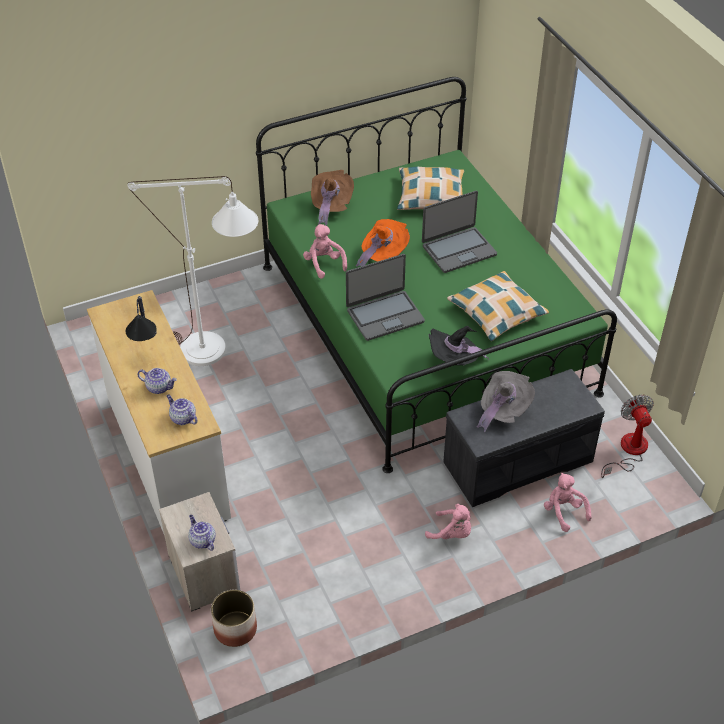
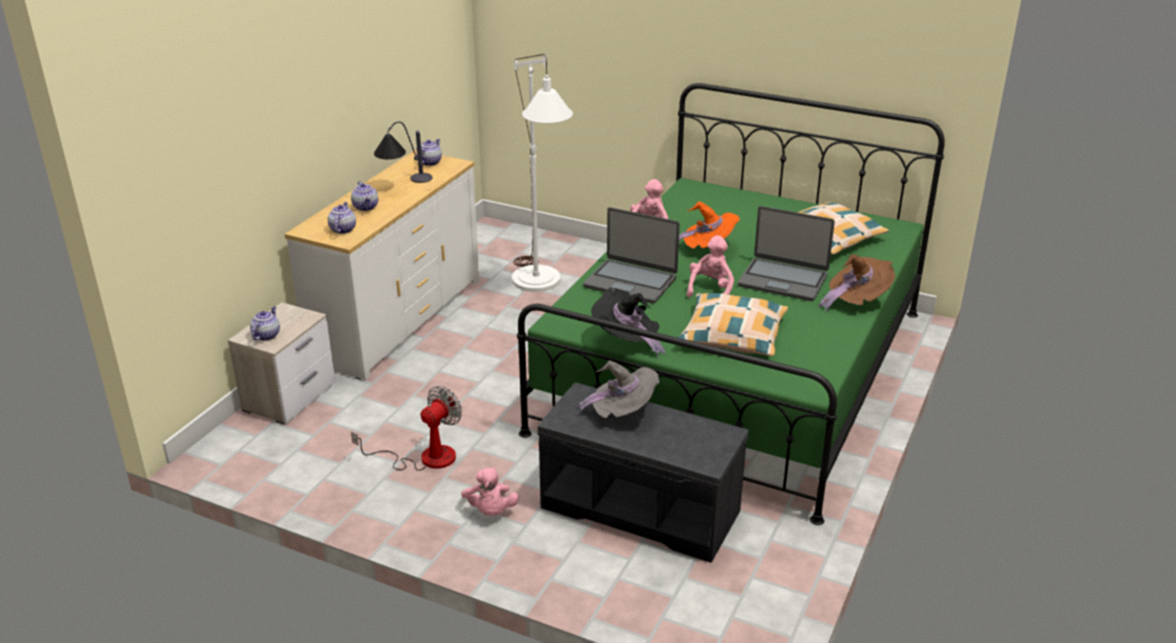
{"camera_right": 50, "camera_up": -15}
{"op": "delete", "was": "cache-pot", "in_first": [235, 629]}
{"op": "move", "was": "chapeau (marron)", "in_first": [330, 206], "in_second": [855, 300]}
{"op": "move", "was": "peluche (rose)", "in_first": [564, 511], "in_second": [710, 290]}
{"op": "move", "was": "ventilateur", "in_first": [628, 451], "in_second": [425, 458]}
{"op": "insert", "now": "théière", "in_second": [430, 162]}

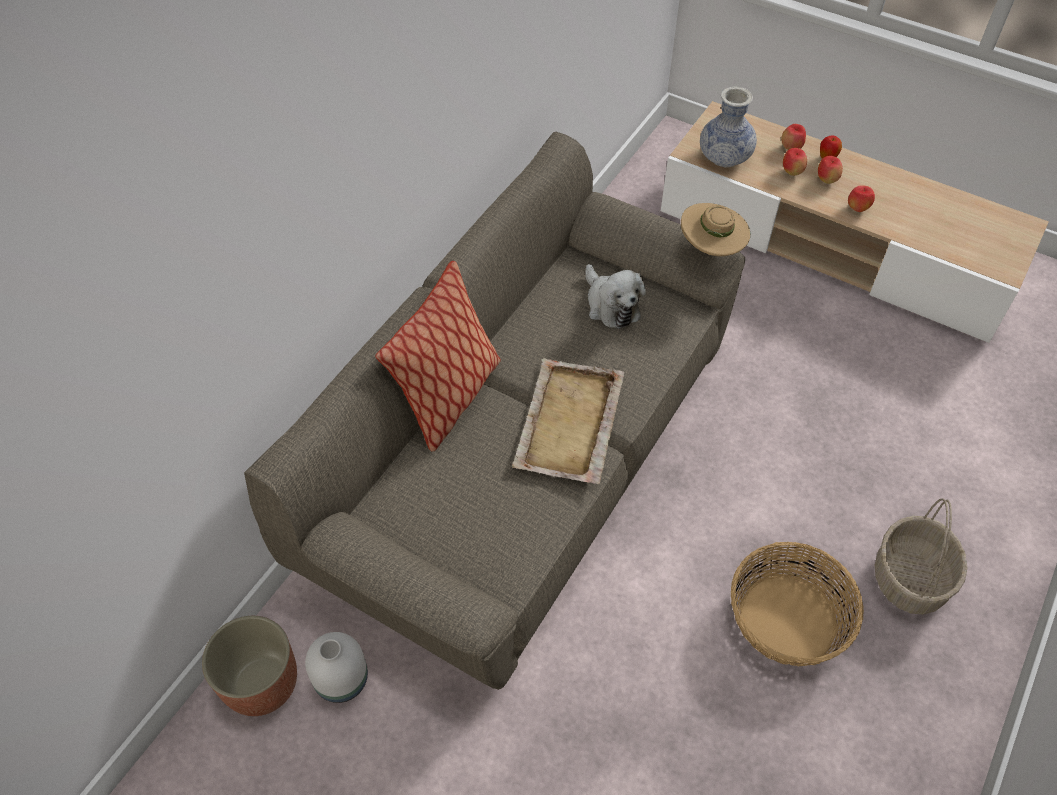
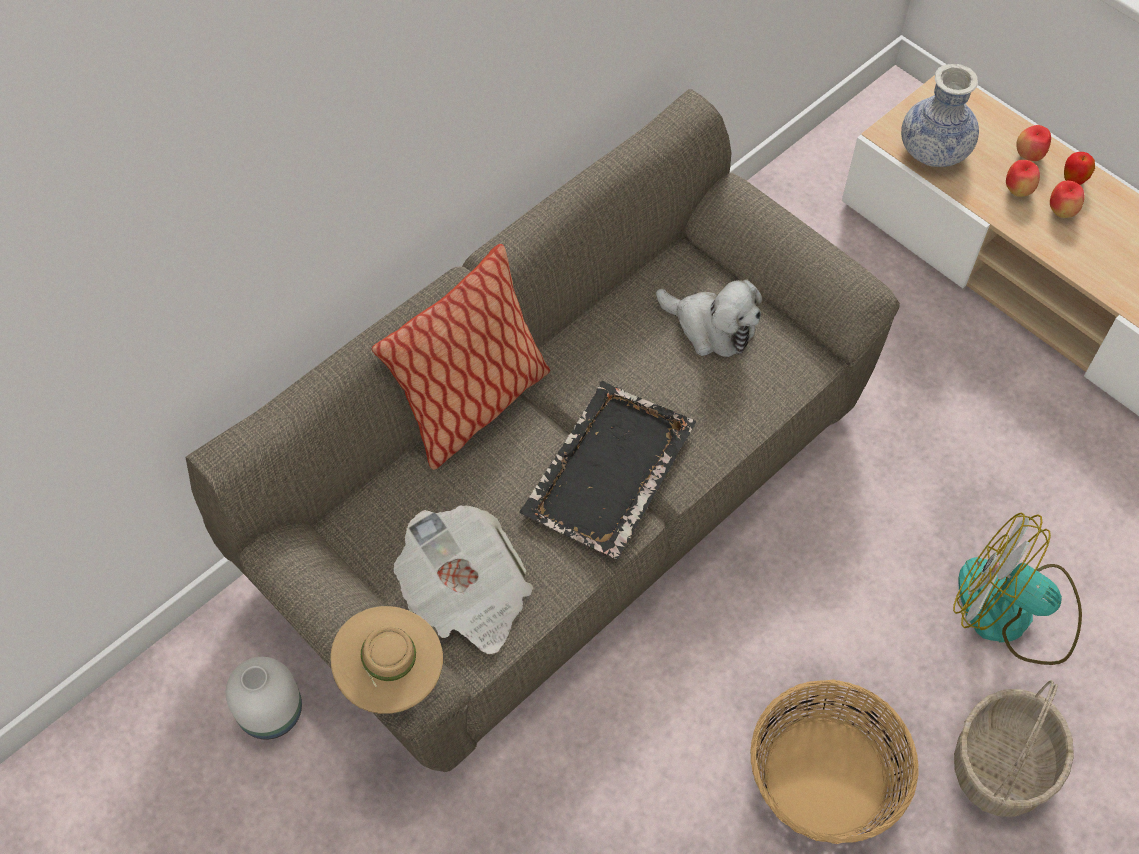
{"camera_right": 15, "camera_up": 5}
{"op": "delete", "was": "cache-pot", "in_first": [261, 683]}
{"op": "recolor", "was": "plateau (beige)", "now": "plateau (noir)", "in_first": [569, 423], "in_second": [607, 472]}
{"op": "rotate", "was": "peluche", "in_first": [611, 305], "in_second": [711, 328], "clockwise": -45}
{"op": "move", "was": "chapeau (beige)", "in_first": [711, 248], "in_second": [392, 675]}
{"op": "delete", "was": "pomme", "in_first": [857, 208]}
{"op": "insert", "now": "journal", "in_second": [467, 595]}
{"op": "insert", "now": "ventilateur", "in_second": [1012, 613]}

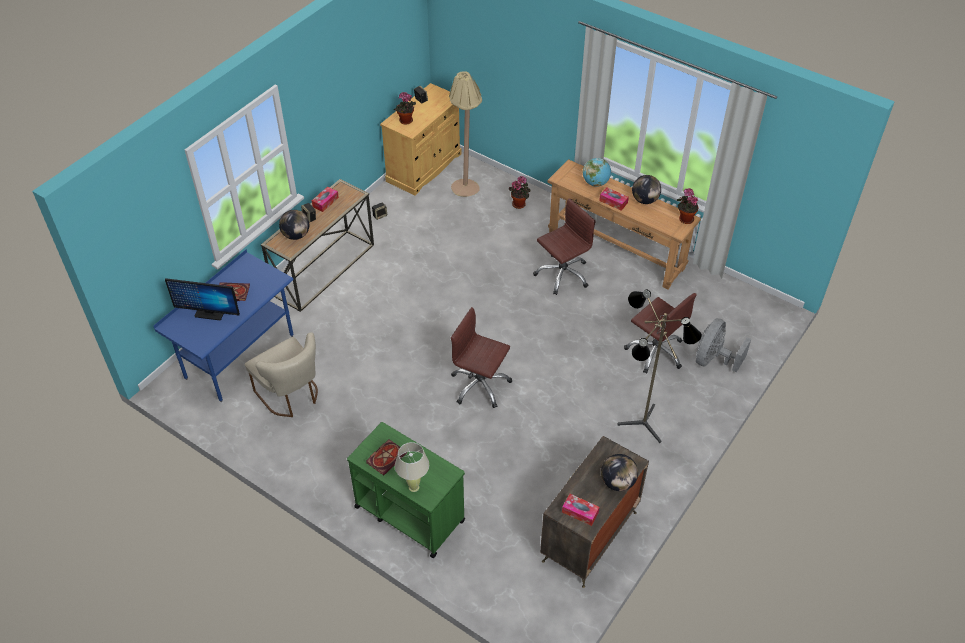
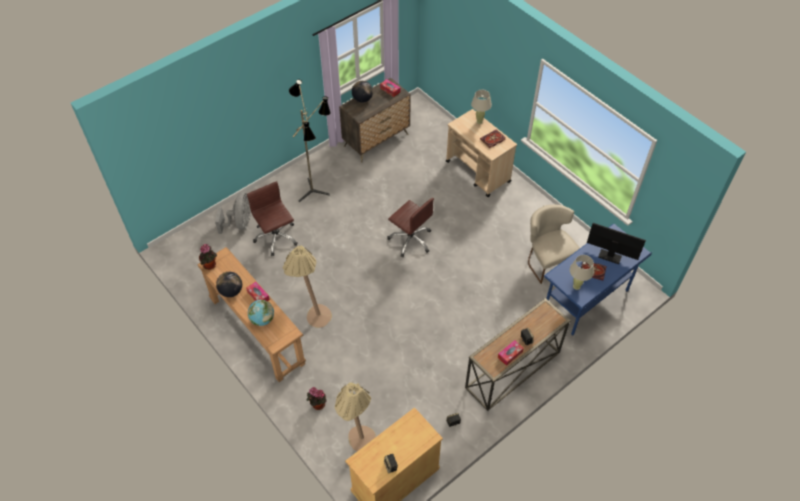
{"camera_right": -165, "camera_up": 5}
{"op": "delete", "was": "globe", "in_first": [296, 235]}
{"op": "recolor", "was": "chariot (vert)", "now": "chariot (beige)", "in_first": [409, 513], "in_second": [478, 172]}
{"op": "delete", "was": "plante en pot", "in_first": [405, 121]}
{"op": "replace", "was": "chaise de bureau (marron)", "now": "lampadaire (beige)", "in_first": [562, 274], "in_second": [313, 318]}
{"op": "rotate", "was": "ventilateur (gris)", "in_first": [713, 360], "in_second": [240, 223], "clockwise": -45}
{"op": "insert", "now": "lampe de table (beige)", "in_second": [576, 286]}

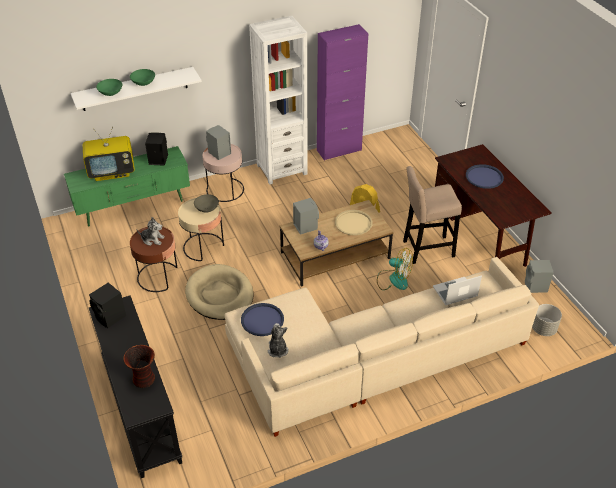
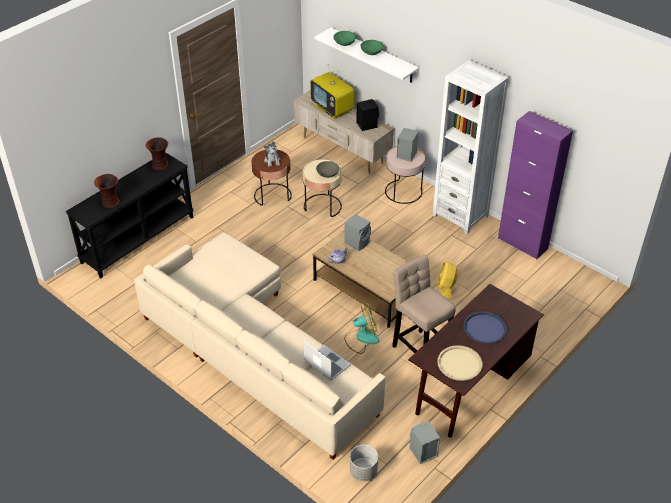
{"camera_right": 65, "camera_up": 0}
{"op": "recolor", "was": "meuble télé (vert)", "now": "meuble télé (beige)", "in_first": [133, 207], "in_second": [342, 151]}
{"op": "replace", "was": "enceinte (noir)", "now": "vase", "in_first": [111, 317], "in_second": [160, 165]}
{"op": "delete", "was": "panier pour chien (beige)", "in_first": [220, 295]}
{"op": "delete", "was": "plateau (bleu)", "in_first": [262, 320]}
{"op": "delete", "was": "peluche", "in_first": [277, 350]}
{"op": "move", "was": "plateau (beige)", "in_first": [353, 223], "in_second": [459, 363]}
{"op": "rotate", "was": "ventilateur", "in_first": [393, 279], "in_second": [361, 338], "clockwise": -105}

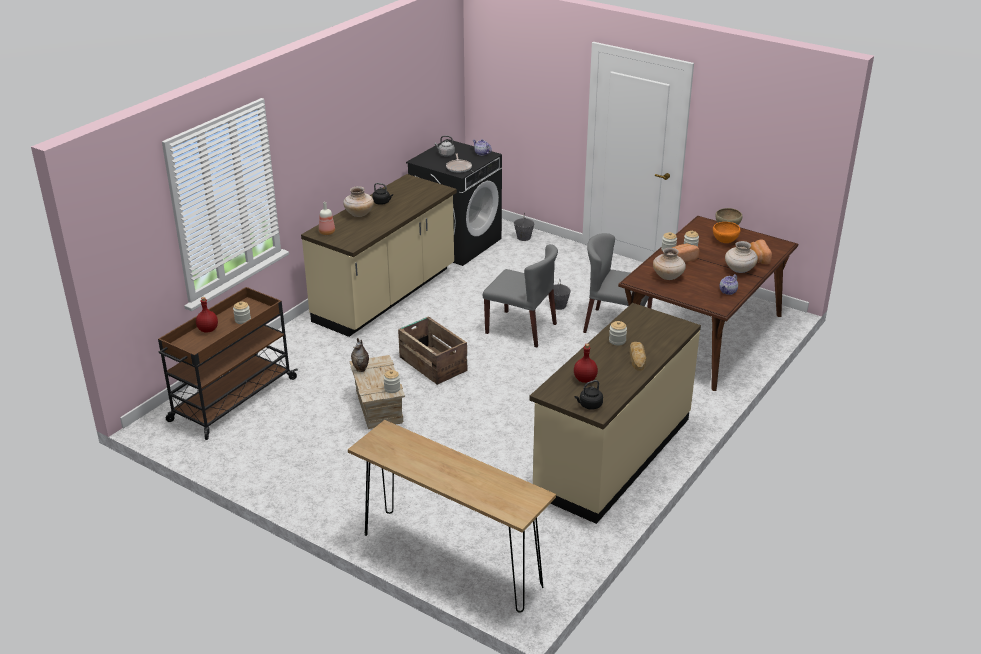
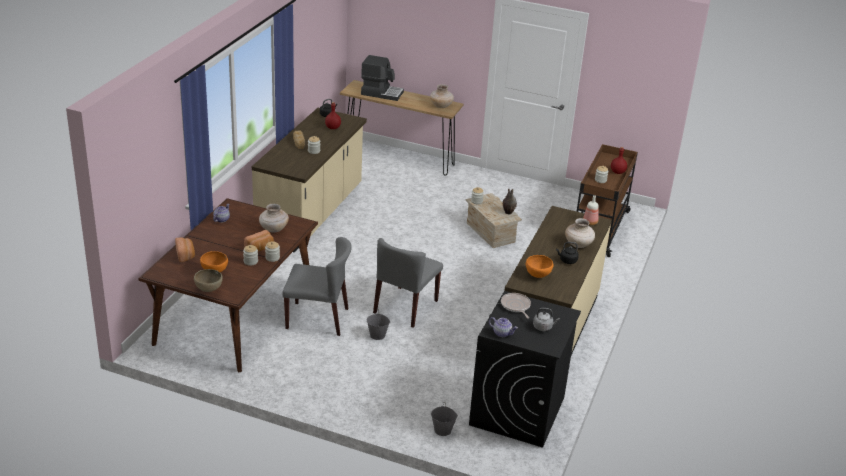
{"camera_right": 165, "camera_up": 0}
{"op": "delete", "was": "caisse", "in_first": [432, 363]}
{"op": "rotate", "was": "chaise (gris)", "in_first": [521, 328], "in_second": [405, 307], "clockwise": -75}
{"op": "move", "was": "vase (beige)", "in_first": [739, 270], "in_second": [441, 106]}
{"op": "insert", "now": "machine à café", "in_second": [382, 93]}
{"op": "insert", "now": "bol (orange)", "in_second": [538, 275]}

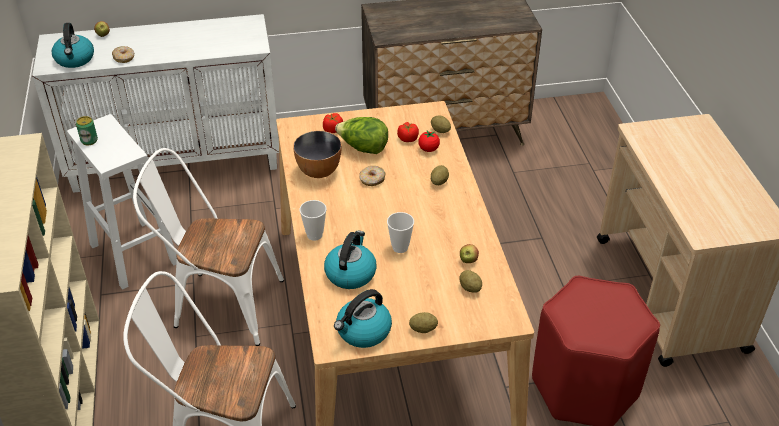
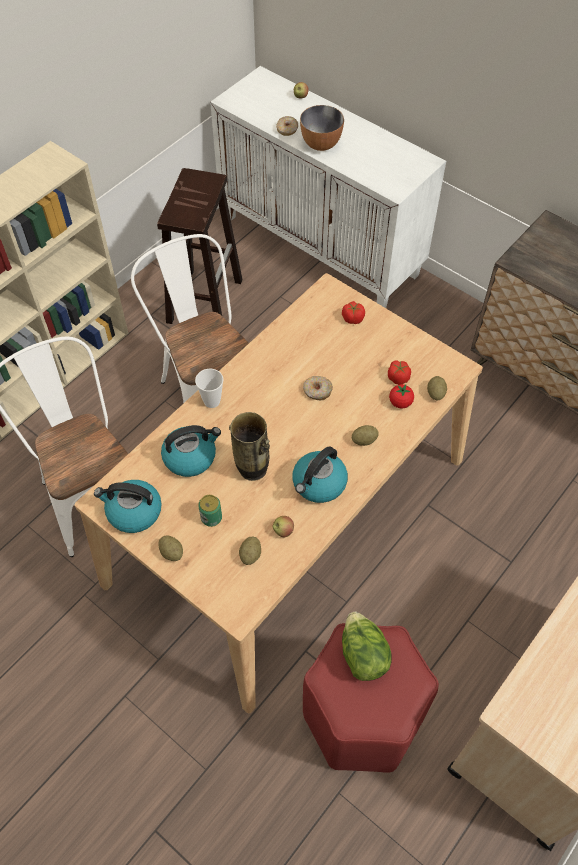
{"camera_right": 50, "camera_up": 15}
{"op": "move", "was": "bouilloire", "in_first": [75, 59], "in_second": [319, 484]}
{"op": "recolor", "was": "tabouret (blanc)", "now": "tabouret (marron)", "in_first": [133, 253], "in_second": [205, 300]}
{"op": "move", "was": "boîte métallique", "in_first": [89, 140], "in_second": [211, 518]}
{"op": "move", "was": "bol", "in_first": [319, 171], "in_second": [321, 144]}
{"op": "move", "was": "laitue", "in_first": [363, 148], "in_second": [362, 655]}
{"op": "replace", "was": "tasse", "now": "vase", "in_first": [400, 247], "in_second": [252, 470]}

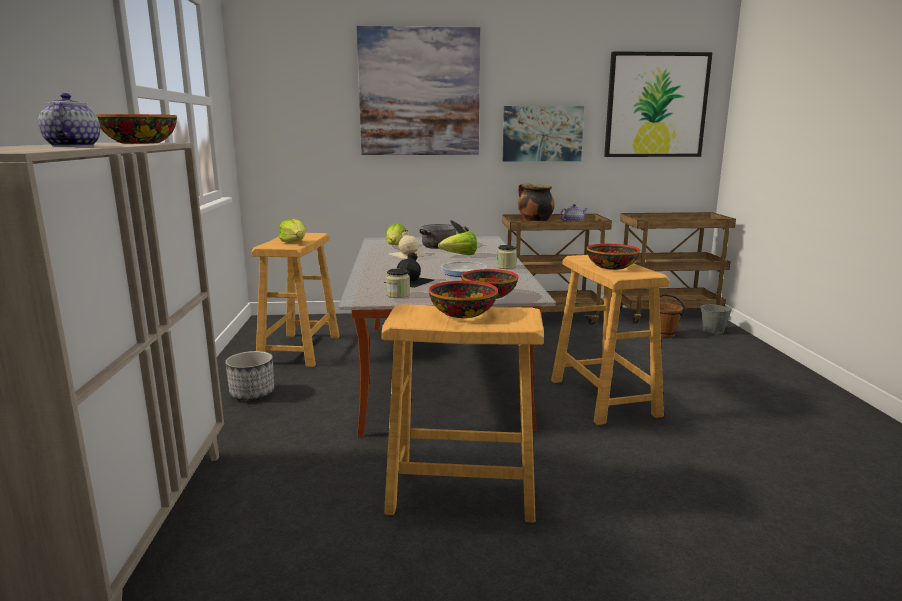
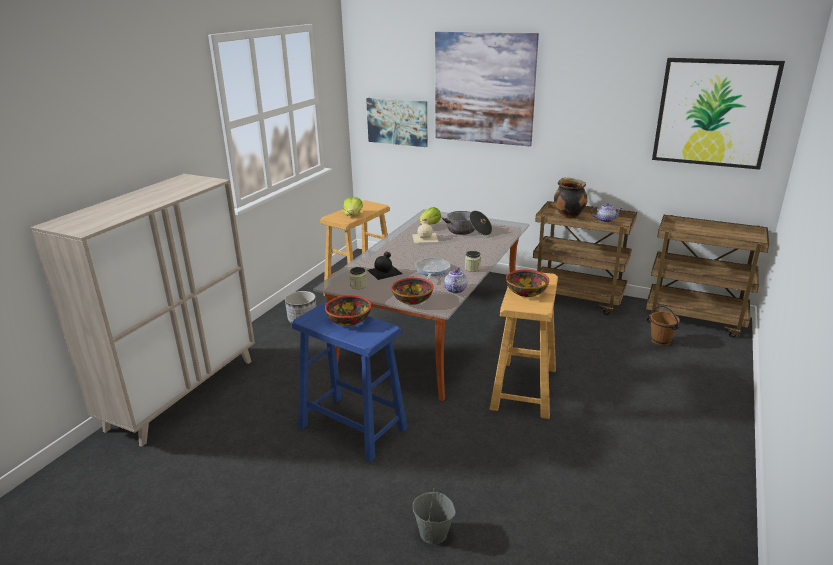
{"camera_right": 30, "camera_up": 10}
{"op": "move", "was": "théière", "in_first": [73, 147], "in_second": [455, 289]}
{"op": "delete", "was": "bol", "in_first": [139, 143]}
{"op": "recolor", "was": "tabouret (beige)", "now": "tabouret (bleu)", "in_first": [461, 490], "in_second": [352, 427]}
{"op": "delete", "was": "laitue", "in_first": [460, 255]}
{"op": "move", "was": "tableau", "in_first": [542, 133], "in_second": [397, 121]}
{"op": "move", "was": "seau (gris)", "in_first": [713, 330], "in_second": [434, 533]}

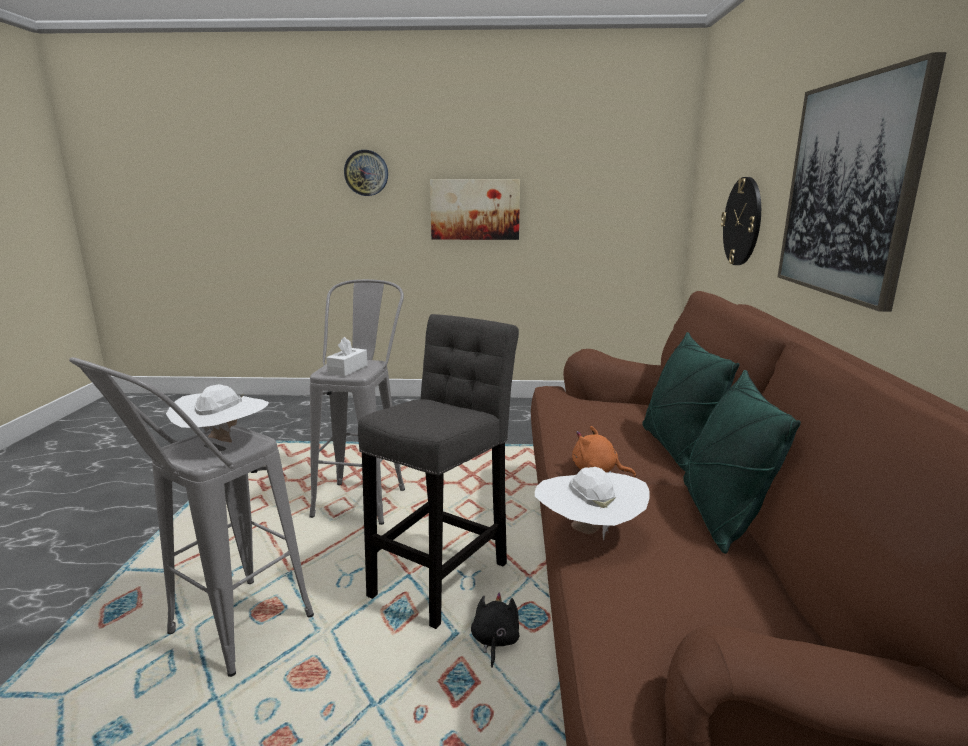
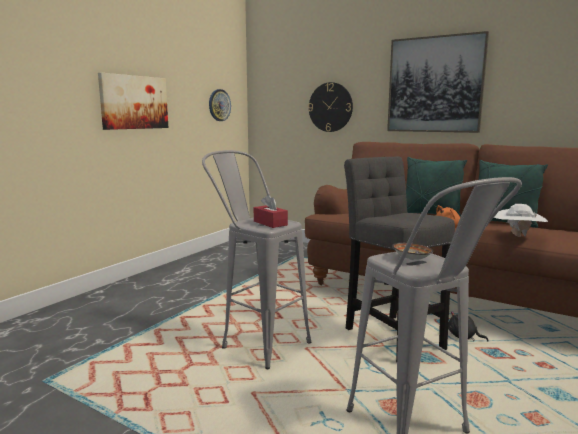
{"camera_right": -60, "camera_up": -5}
{"op": "replace", "was": "chapeau (blanc)", "now": "bol", "in_first": [223, 443], "in_second": [411, 260]}
{"op": "recolor", "was": "boîte à mouchoirs (blanc)", "now": "boîte à mouchoirs (rouge)", "in_first": [348, 369], "in_second": [270, 223]}
{"op": "move", "was": "horloge murale", "in_first": [366, 173], "in_second": [219, 105]}

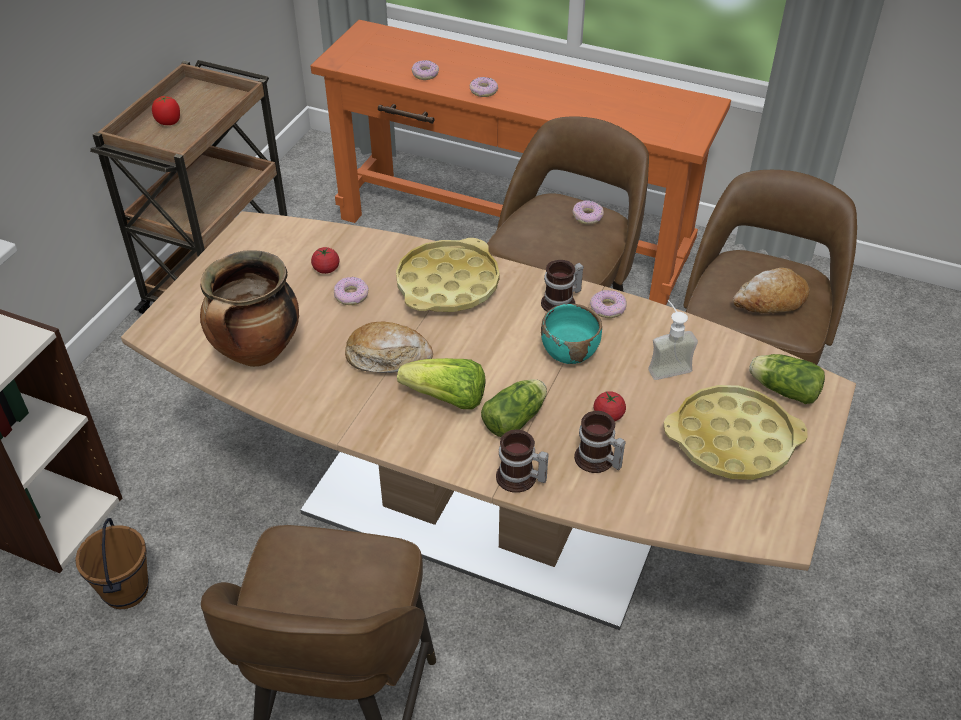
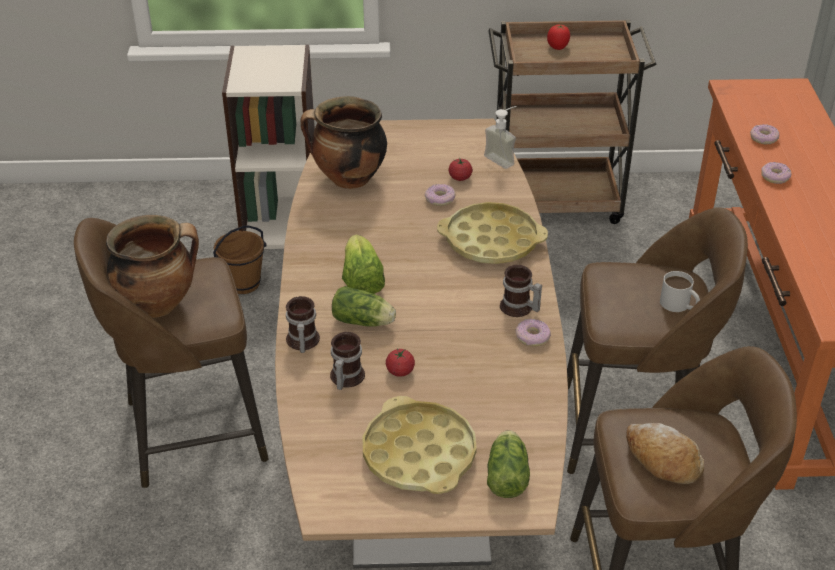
{"camera_right": 65, "camera_up": -5}
{"op": "delete", "was": "pain", "in_first": [388, 357]}
{"op": "delete", "was": "bol (turquoise)", "in_first": [569, 352]}
{"op": "replace", "was": "beignet", "now": "mug (blanc)", "in_first": [587, 216], "in_second": [679, 305]}
{"op": "move", "was": "distributeur de savon", "in_first": [666, 365], "in_second": [503, 158]}
{"op": "insert", "now": "marmite", "in_second": [159, 303]}

